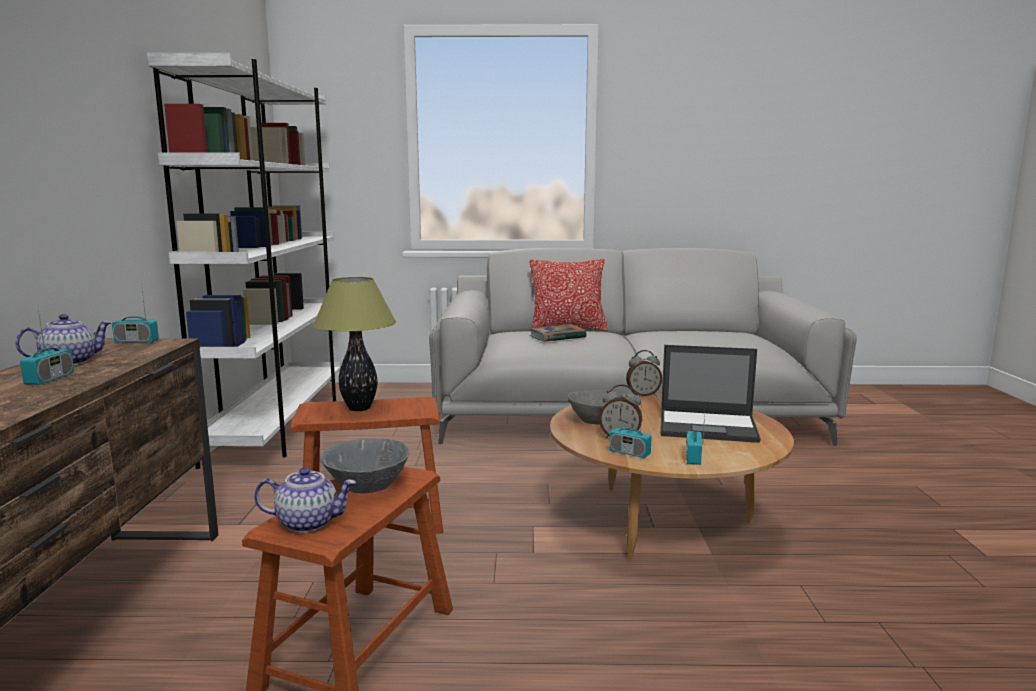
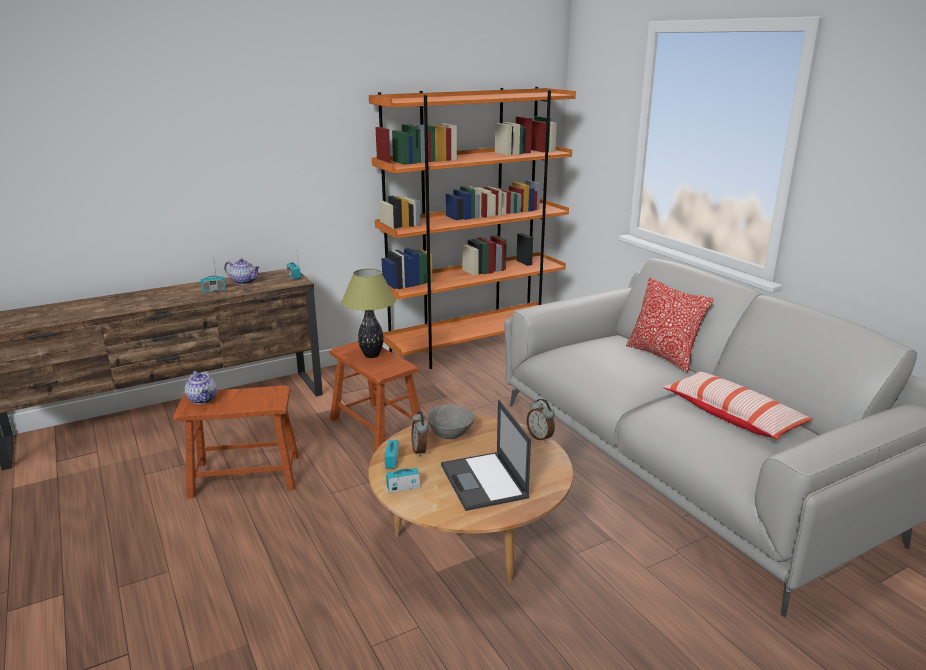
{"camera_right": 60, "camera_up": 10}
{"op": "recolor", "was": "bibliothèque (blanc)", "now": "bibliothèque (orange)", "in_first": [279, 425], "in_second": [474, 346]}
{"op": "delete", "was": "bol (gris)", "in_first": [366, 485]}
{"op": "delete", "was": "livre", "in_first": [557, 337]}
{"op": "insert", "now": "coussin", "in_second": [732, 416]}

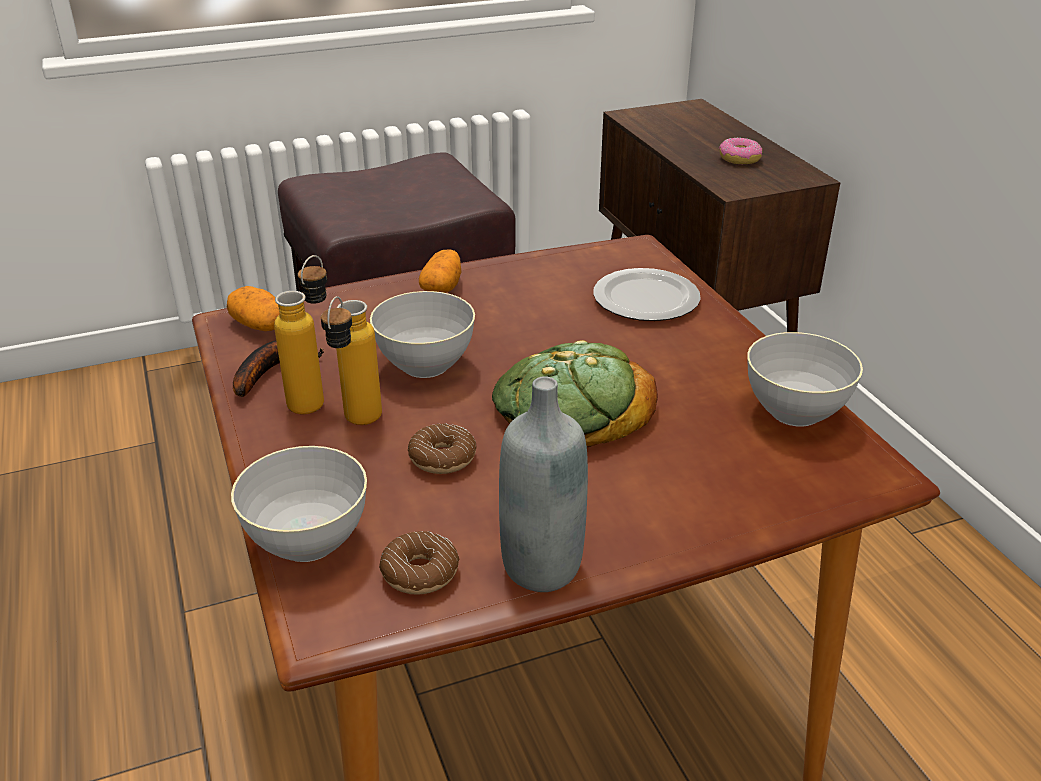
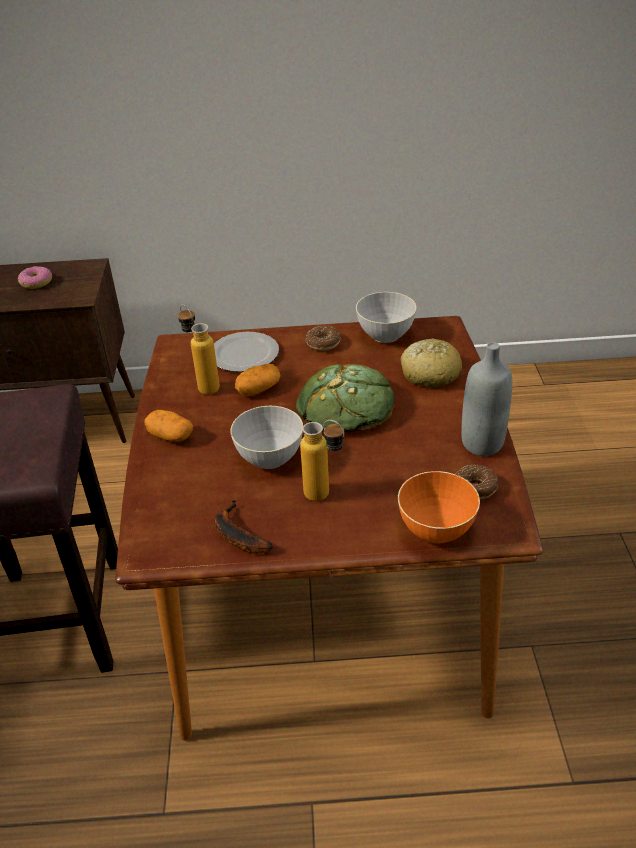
{"camera_right": -70, "camera_up": 5}
{"op": "move", "was": "pomme de terre", "in_first": [259, 325], "in_second": [258, 389]}
{"op": "recolor", "was": "bol (gris)", "now": "bol (orange)", "in_first": [308, 541], "in_second": [436, 530]}
{"op": "move", "was": "bouteille", "in_first": [315, 397], "in_second": [203, 385]}
{"op": "move", "was": "beignet", "in_first": [442, 458], "in_second": [323, 343]}
{"op": "insert", "now": "pain", "in_second": [429, 373]}

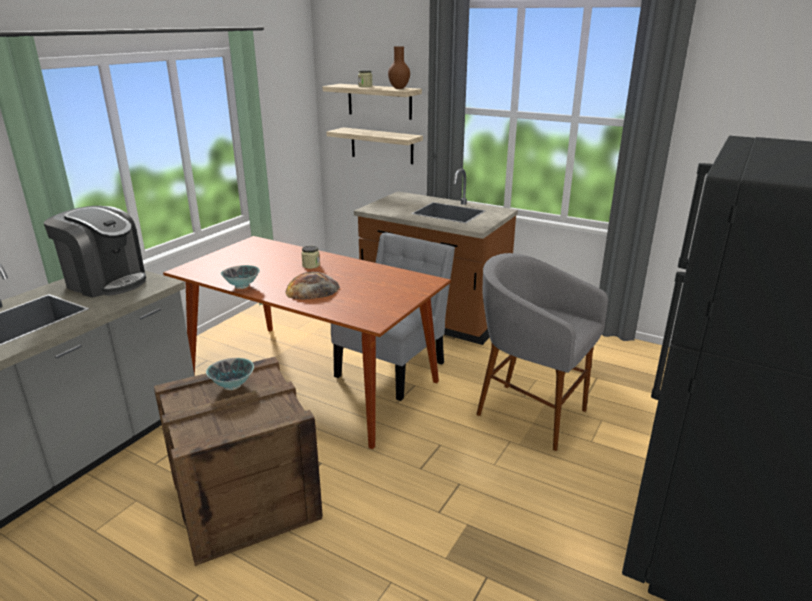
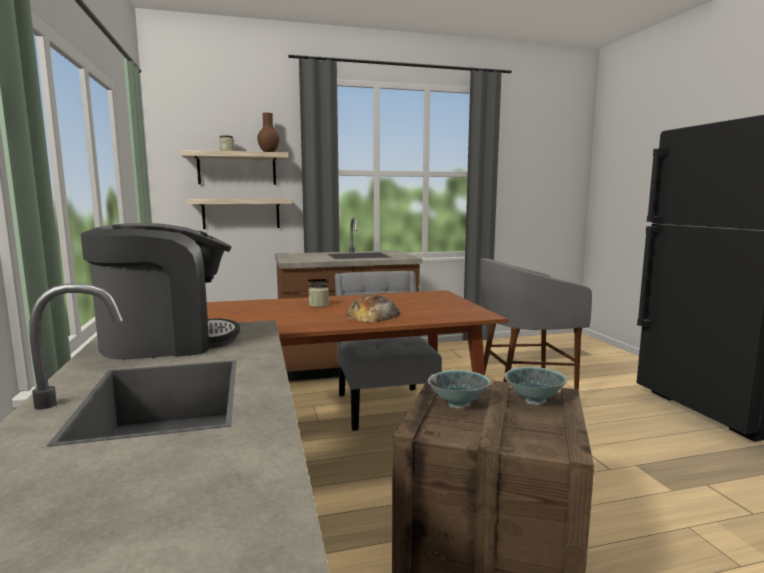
{"camera_right": -45, "camera_up": -15}
{"op": "move", "was": "bol", "in_first": [242, 286], "in_second": [534, 400]}

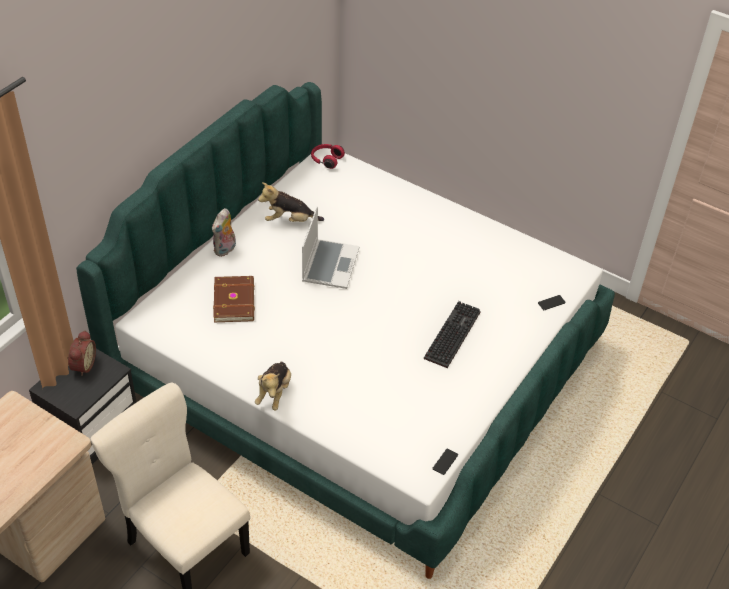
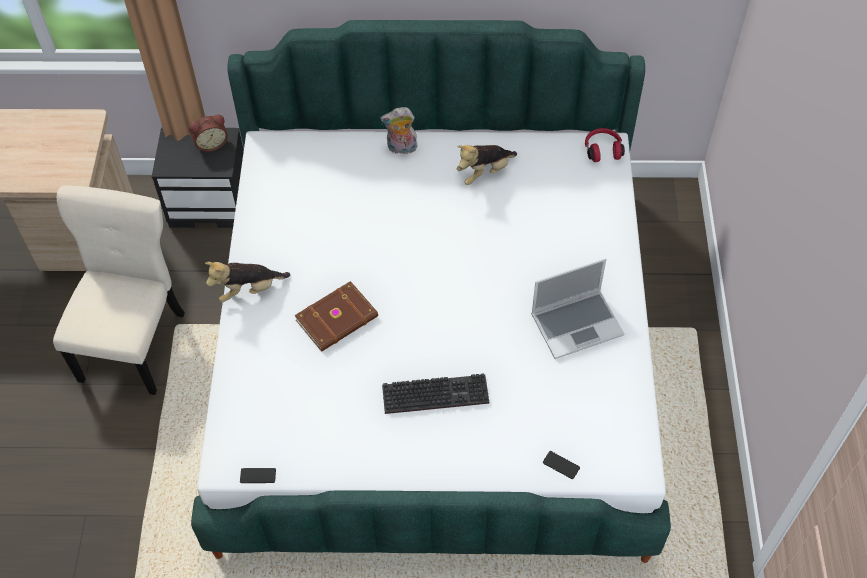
{"camera_right": 60, "camera_up": 10}
{"op": "move", "was": "livre (marron)", "in_first": [235, 301], "in_second": [338, 319]}
{"op": "rotate", "was": "peluche", "in_first": [289, 221], "in_second": [484, 172], "clockwise": -90}
{"op": "move", "was": "ordinateur portable", "in_first": [329, 264], "in_second": [577, 324]}

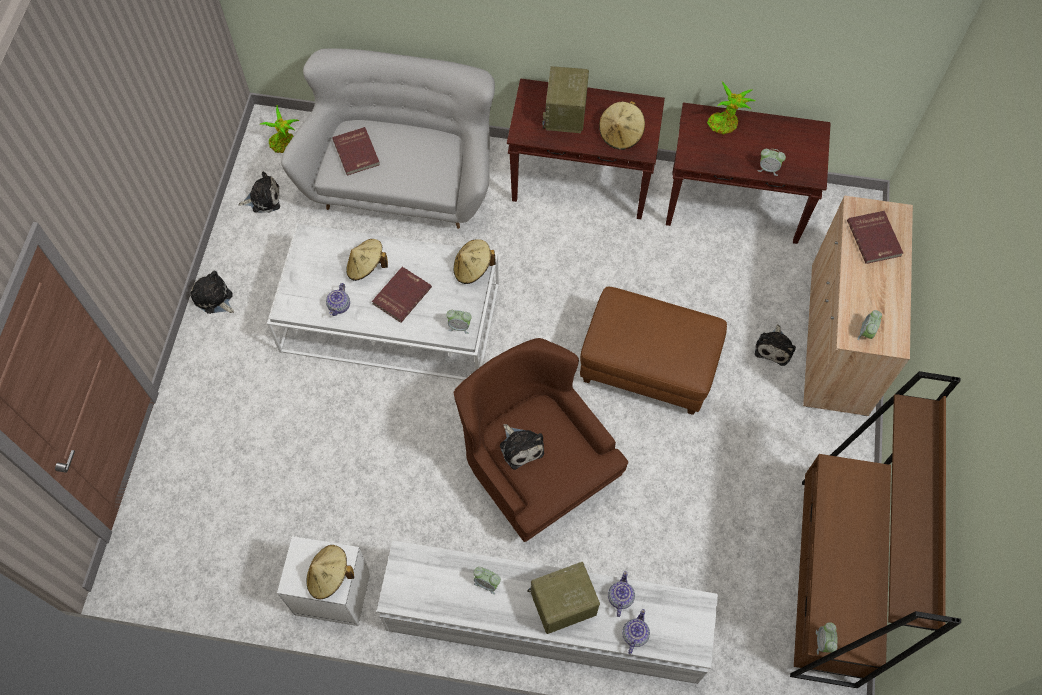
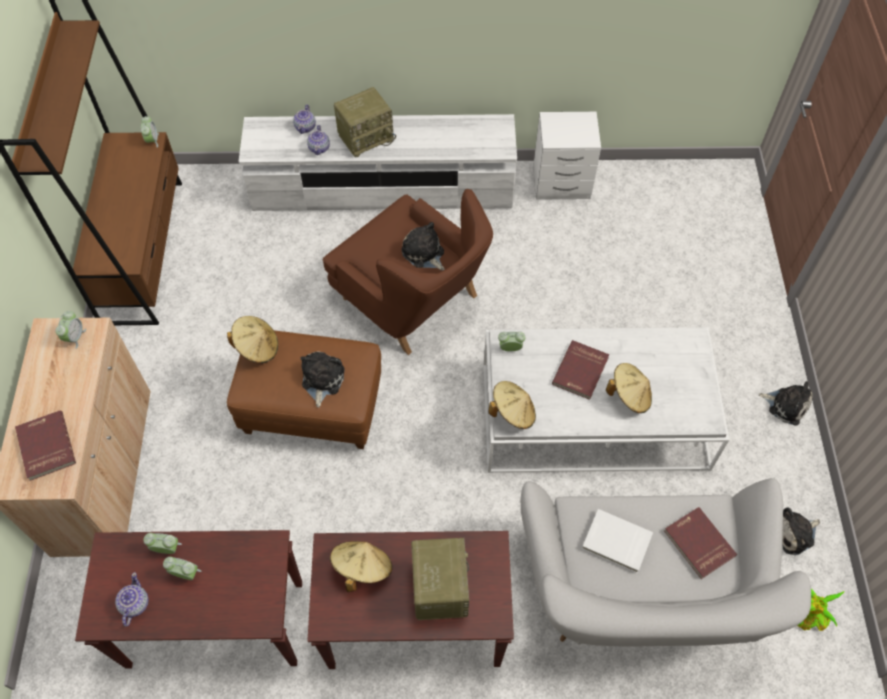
{"camera_right": 170, "camera_up": -5}
{"op": "move", "was": "chapeau (beige)", "in_first": [329, 576], "in_second": [257, 347]}
{"op": "move", "was": "théière", "in_first": [339, 305], "in_second": [134, 604]}
{"op": "move", "was": "réveil", "in_first": [487, 583], "in_second": [186, 574]}
{"op": "delete", "was": "plante en pot", "in_first": [725, 123]}
{"op": "move", "was": "peluche", "in_first": [774, 347], "in_second": [322, 380]}
{"op": "insert", "now": "livre (blanc)", "in_second": [616, 542]}

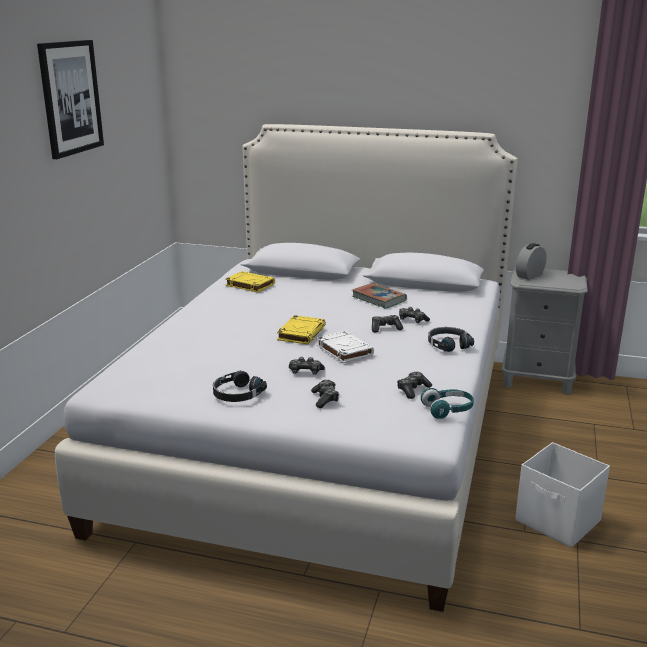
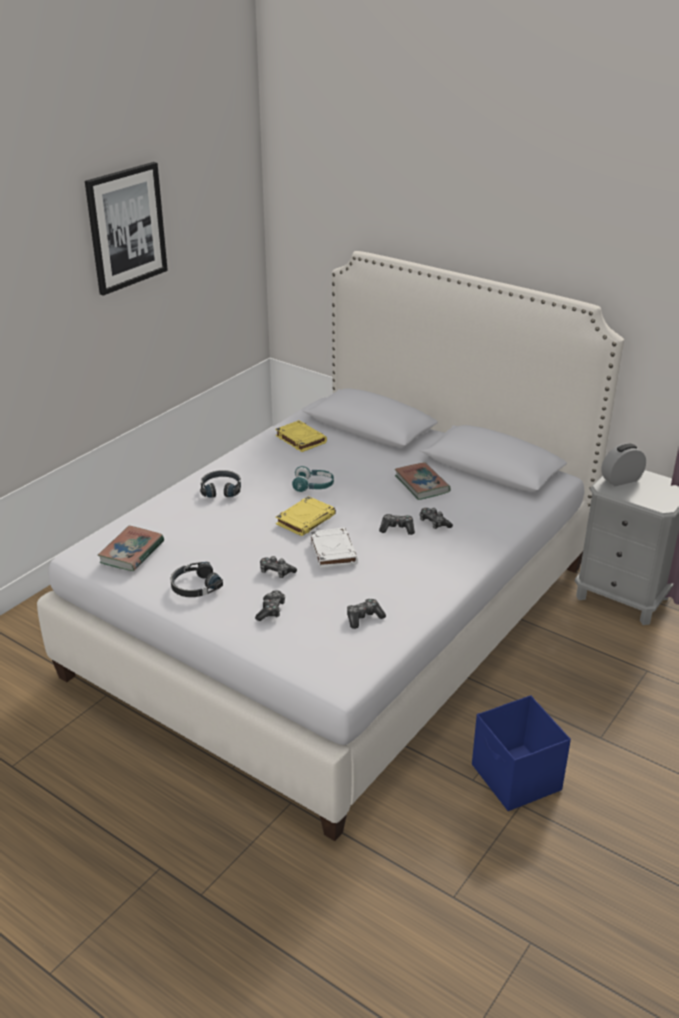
{"camera_right": 20, "camera_up": 10}
{"op": "move", "was": "casque audio (turquoise)", "in_first": [448, 410], "in_second": [313, 486]}
{"op": "move", "was": "casque audio (noir)", "in_first": [448, 344], "in_second": [221, 489]}
{"op": "recolor", "was": "boîte de rangement (blanc)", "now": "boîte de rangement (bleu)", "in_first": [558, 521], "in_second": [516, 779]}
{"op": "insert", "now": "livre", "in_second": [132, 552]}

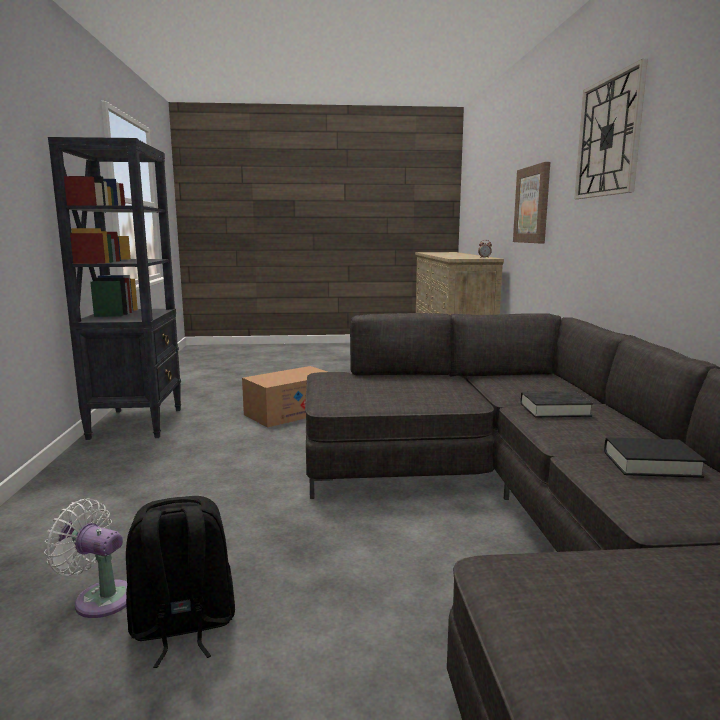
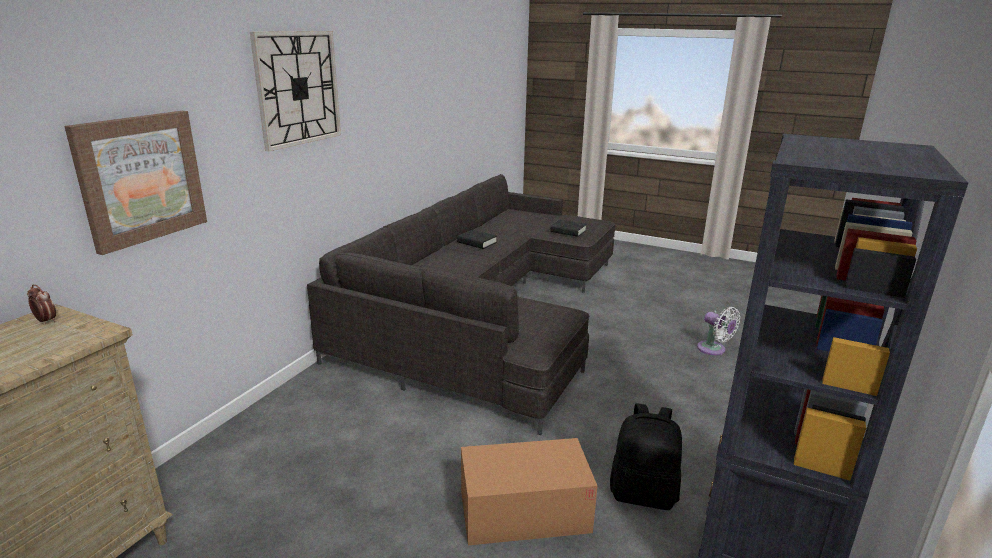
{"camera_right": -150, "camera_up": 10}
{"op": "move", "was": "sac à dos (noir)", "in_first": [182, 626], "in_second": [643, 494]}
{"op": "move", "was": "livre (noir)", "in_first": [554, 410], "in_second": [568, 231]}

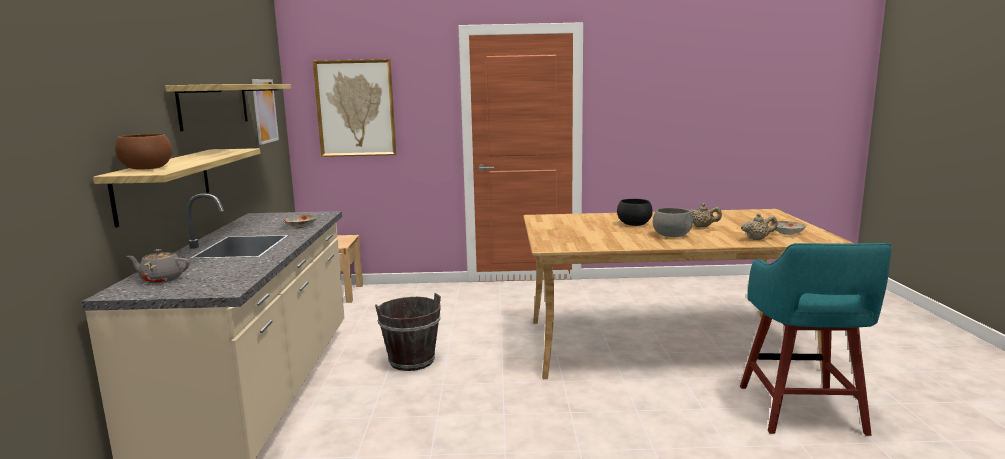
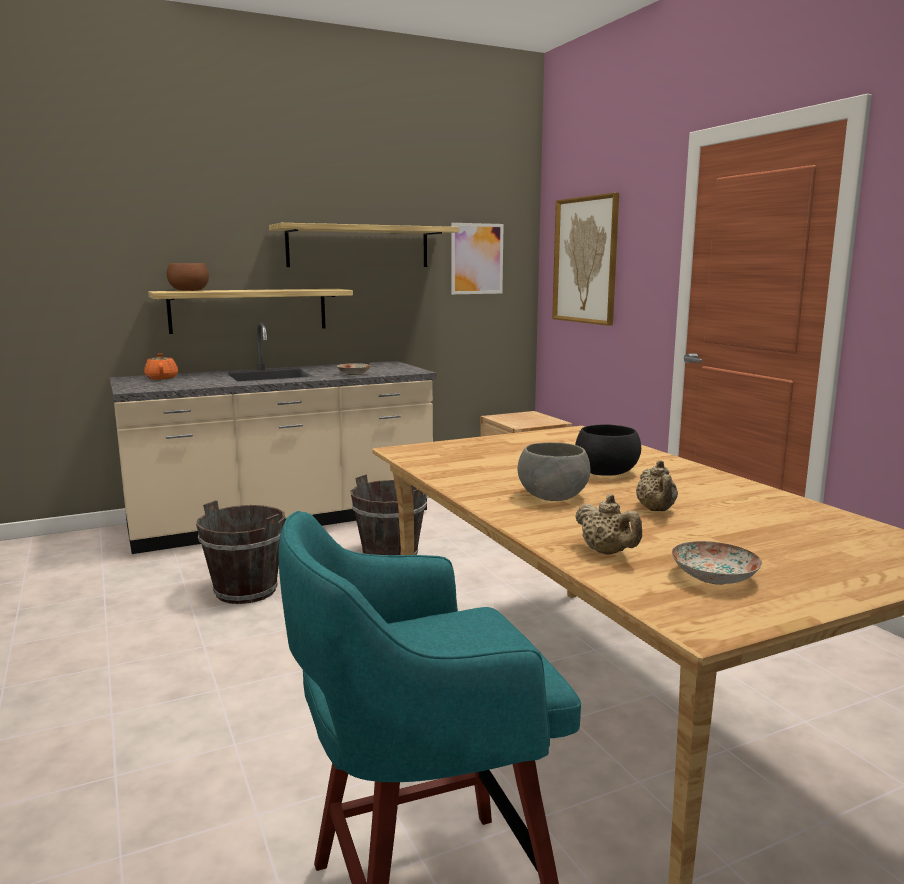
{"camera_right": 65, "camera_up": 0}
{"op": "recolor", "was": "théière (gris)", "now": "théière (orange)", "in_first": [161, 279], "in_second": [162, 378]}
{"op": "insert", "now": "seau (marron)", "in_second": [246, 591]}

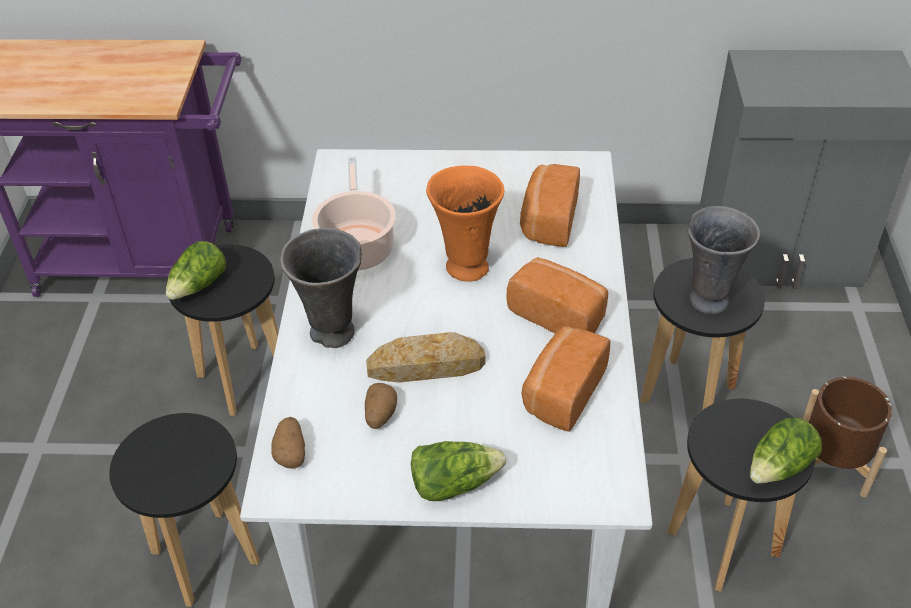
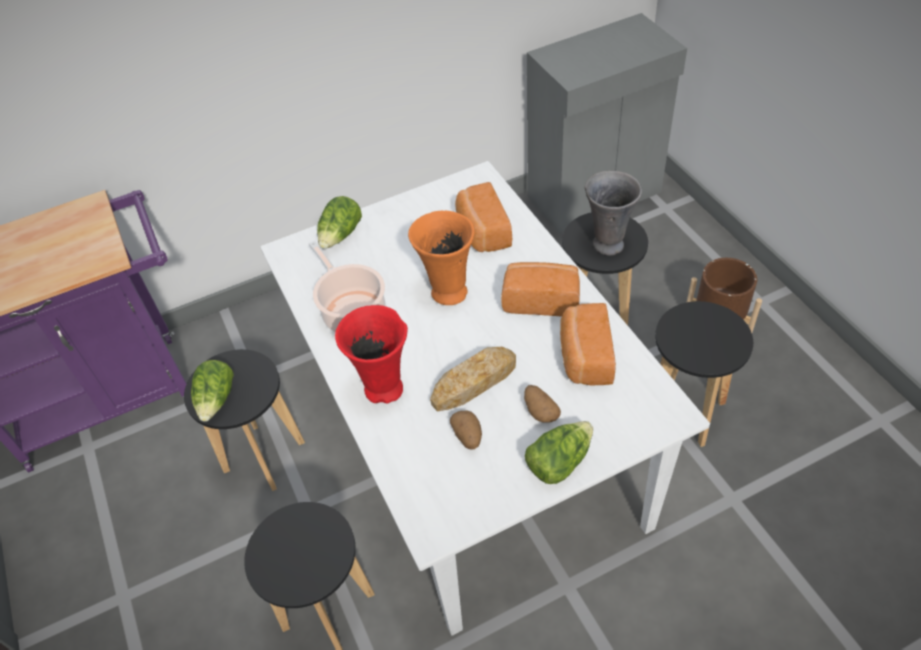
{"camera_right": -25, "camera_up": 5}
{"op": "move", "was": "pomme de terre", "in_first": [291, 452], "in_second": [540, 411]}
{"op": "recolor", "was": "vase (gris)", "now": "vase (rouge)", "in_first": [332, 334], "in_second": [385, 390]}
{"op": "move", "was": "laitue", "in_first": [779, 467], "in_second": [341, 235]}

